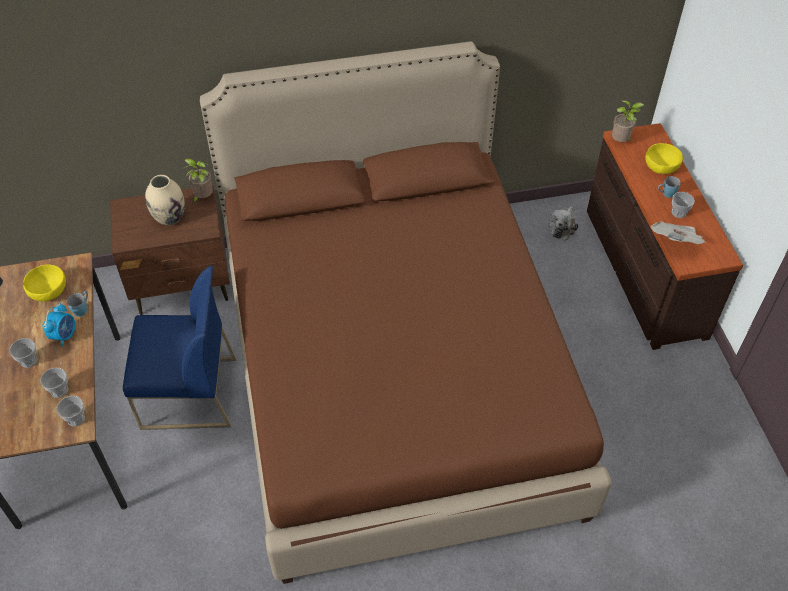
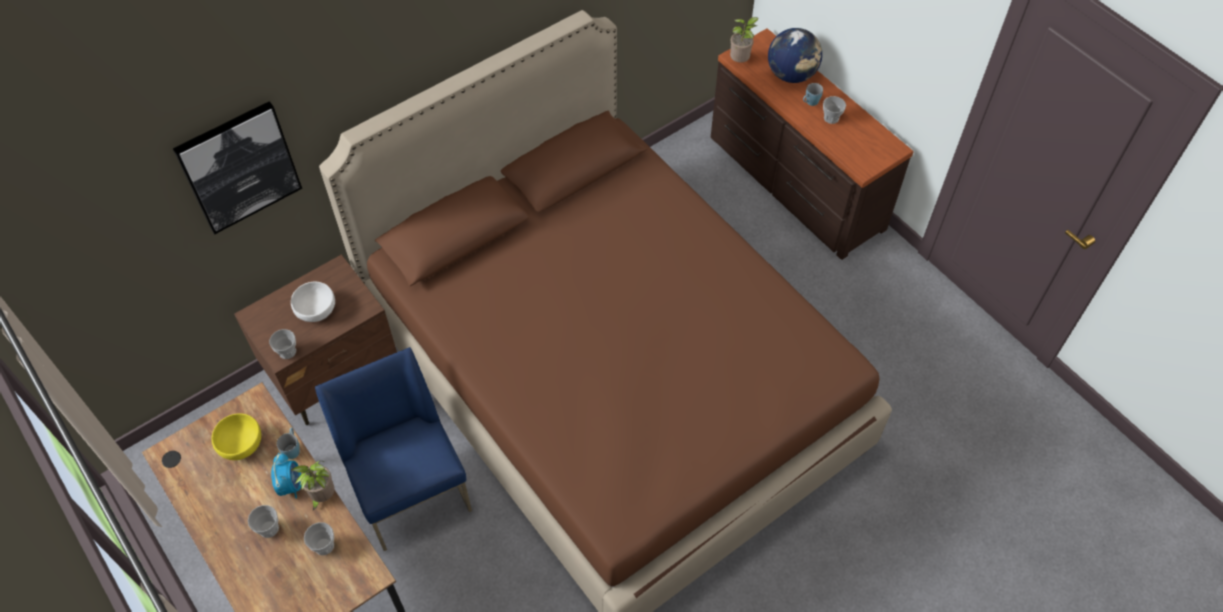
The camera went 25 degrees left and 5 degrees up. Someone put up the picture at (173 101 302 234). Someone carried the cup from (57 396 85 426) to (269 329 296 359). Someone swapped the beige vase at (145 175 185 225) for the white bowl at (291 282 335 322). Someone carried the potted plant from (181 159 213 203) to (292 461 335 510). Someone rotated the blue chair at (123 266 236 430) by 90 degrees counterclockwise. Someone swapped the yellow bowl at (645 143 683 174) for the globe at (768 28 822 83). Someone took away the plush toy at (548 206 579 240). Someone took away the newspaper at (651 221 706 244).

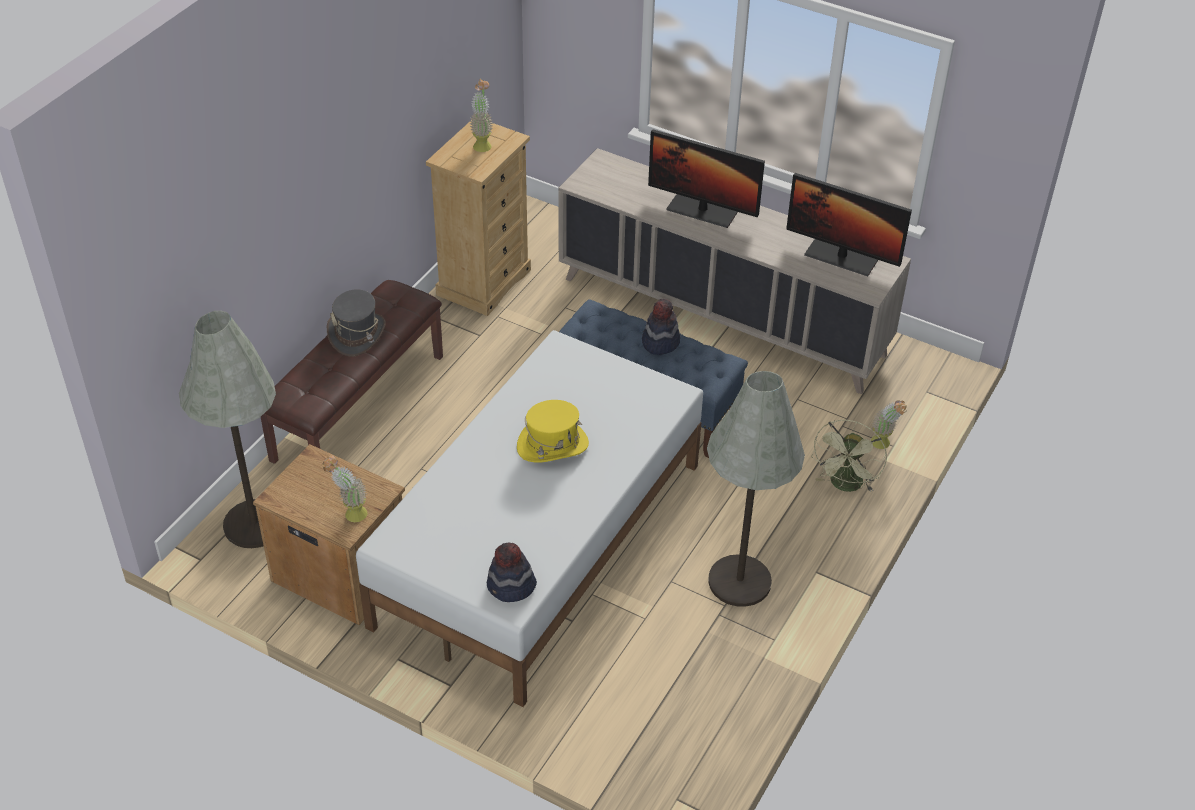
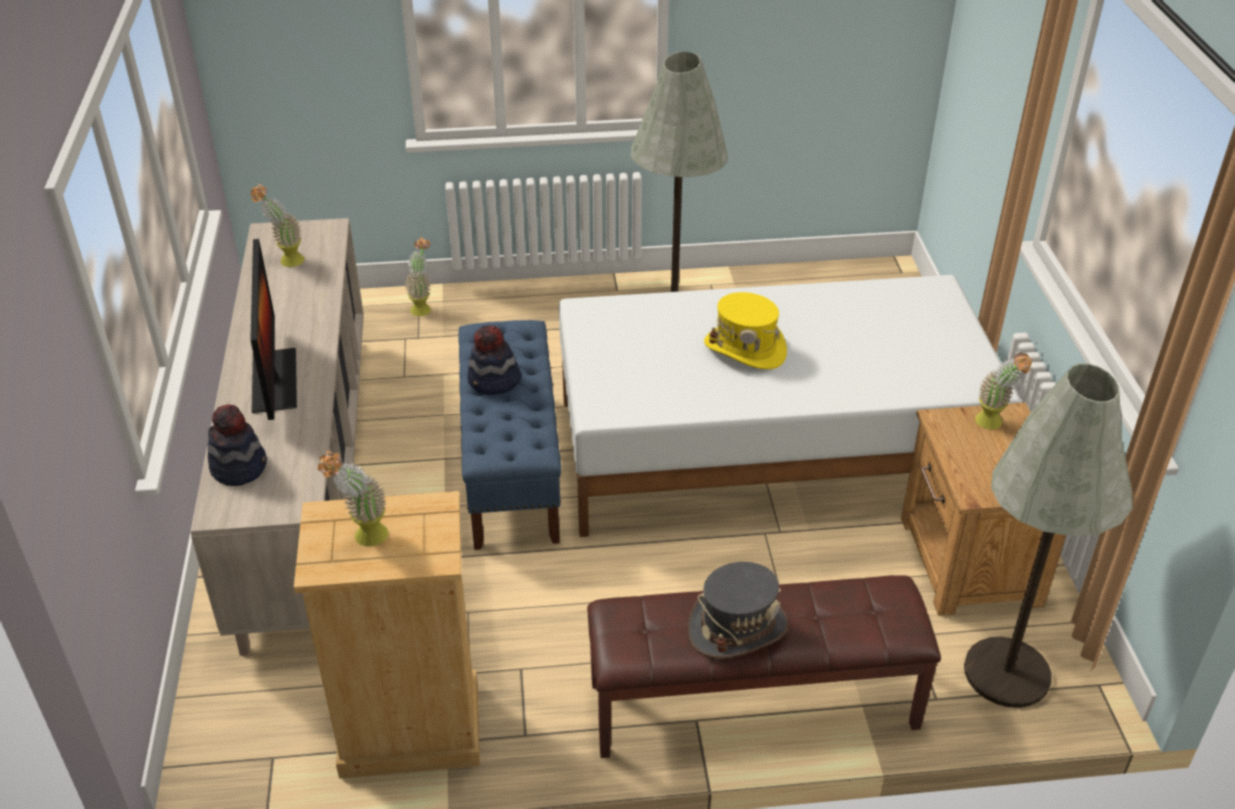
The camera went 125 degrees left and 5 degrees down. Someone carried the hat from (487 542 537 602) to (207 404 267 486). Someone swapped the monitor at (786 173 912 276) for the potted plant at (250 184 304 267). Someone took away the green fan at (811 420 887 492).

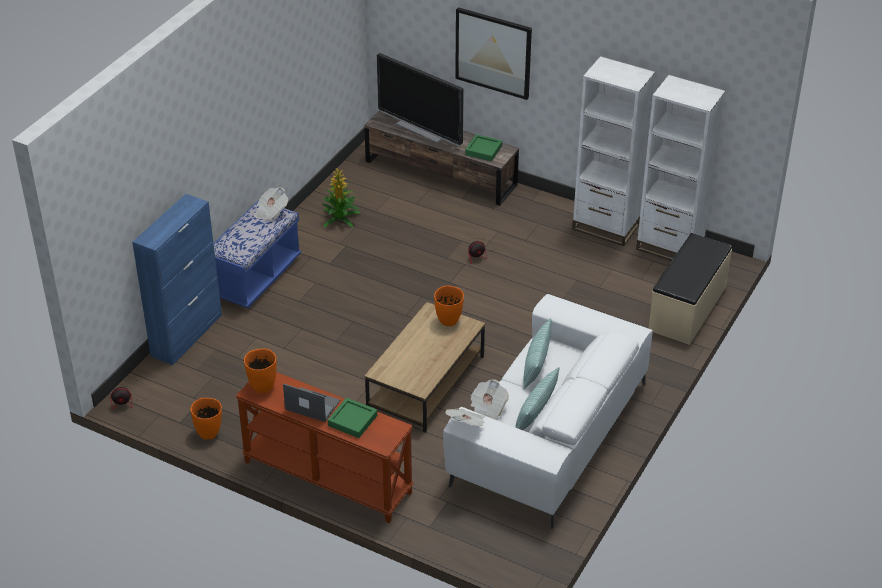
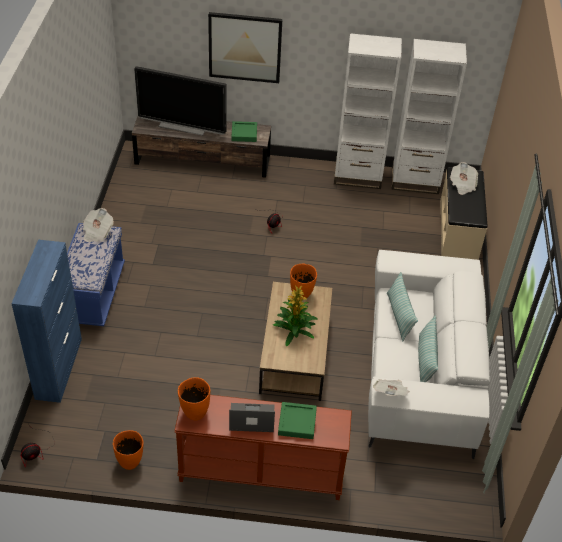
The camera went 25 degrees left and 5 degrees up. Someone carried the potted plant from (322 168 361 227) to (273 285 318 346). Someone carried the newspaper from (470 379 509 420) to (450 162 478 195).

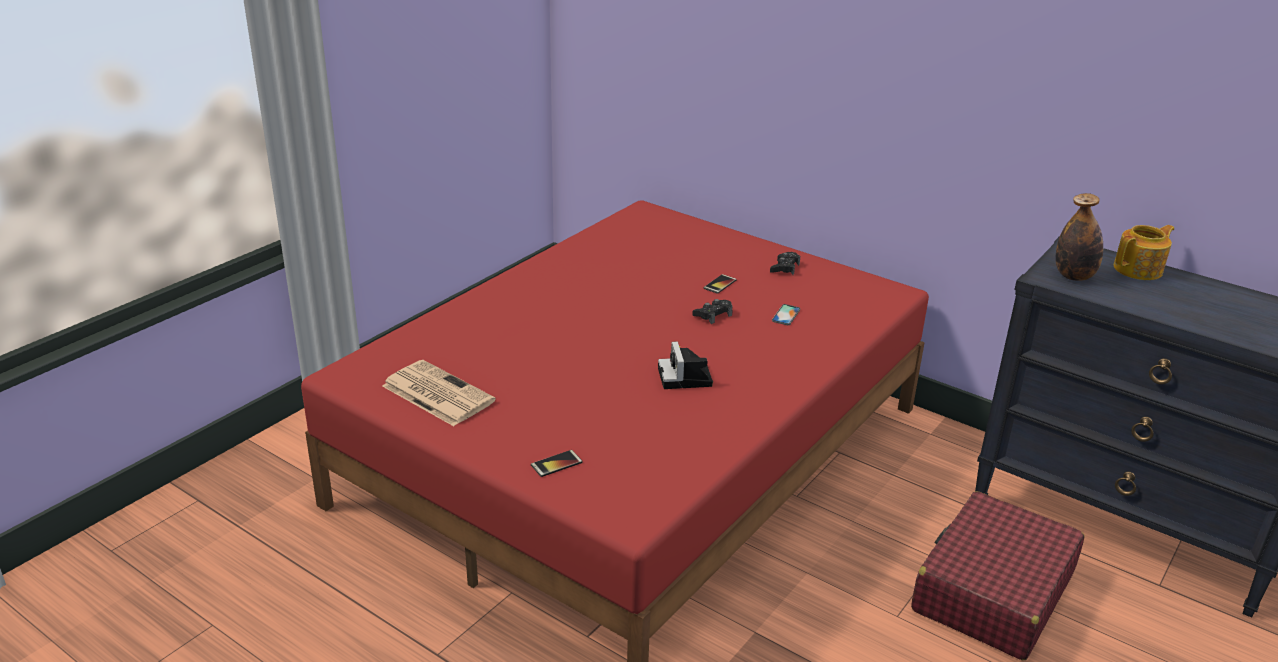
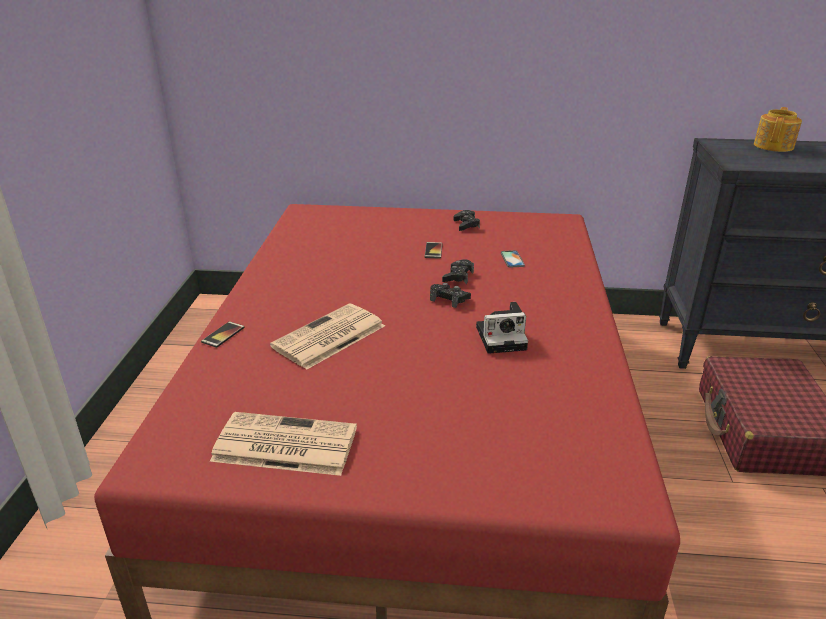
The camera went 30 degrees left and 0 degrees up. Someone carried the phone from (531 450 583 477) to (201 321 245 348). Someone put down the newspaper at (270 304 385 370). Someone put down the black game controller at (430 283 471 308). Someone rotated the photo camera at (658 341 713 389) by 60 degrees counterclockwise. Someone took away the bottle at (1056 193 1103 281).

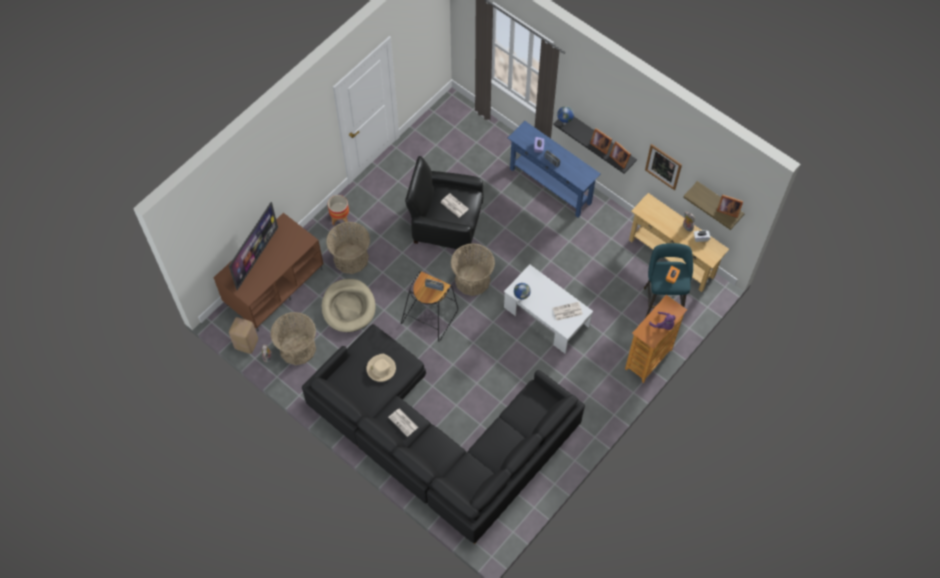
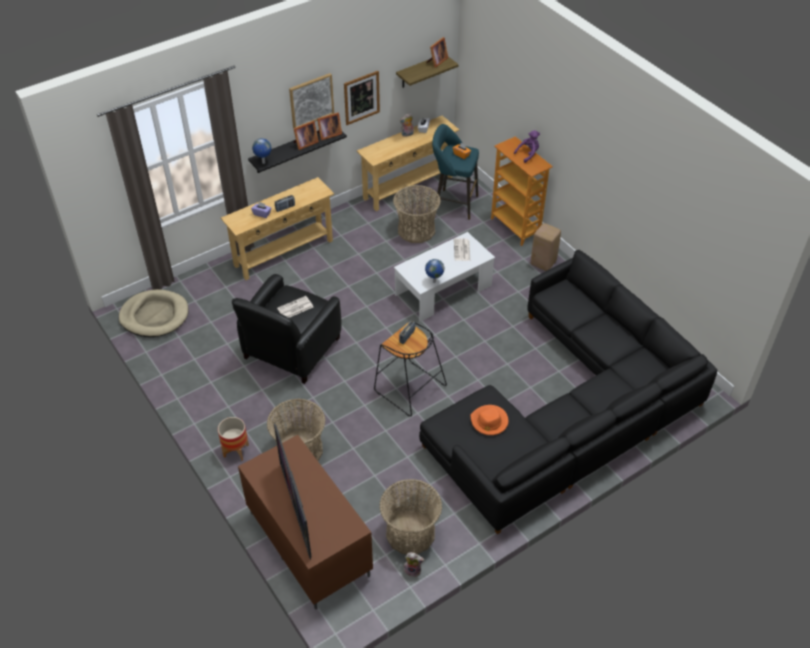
The camera went 75 degrees left and 15 degrees down. Someone carried the beige dog bed from (322 279 376 332) to (119 289 189 337). Someone repainted the blue console table at (508 121 601 217), which became the beige console table at (221 177 334 280). Someone rotated the television at (229 202 278 290) by 150 degrees counterclockwise. Someone put up the picture at (289 73 334 128). Someone carried the basket from (451 243 495 296) to (393 185 441 243). Someone repainted the beige hat at (366 354 396 382), which became the orange hat at (470 405 508 435). Someone carried the beige stool from (229 317 258 354) to (531 223 561 271). Someone took away the newspaper at (388 408 418 437).

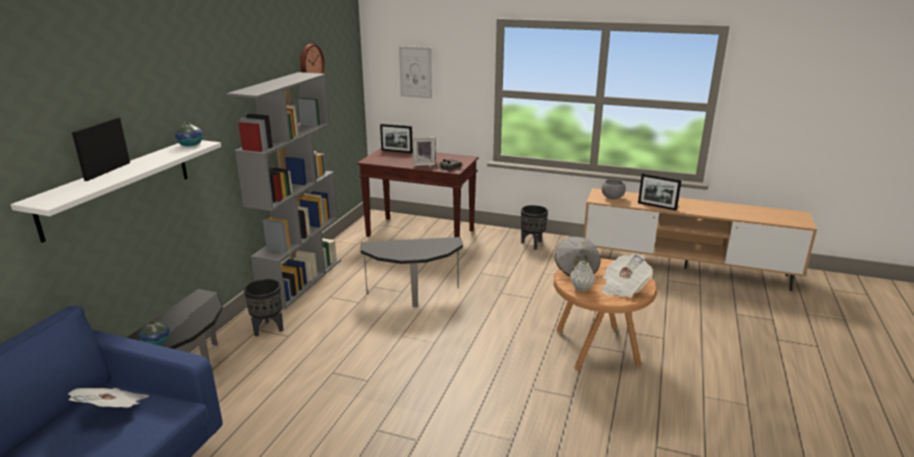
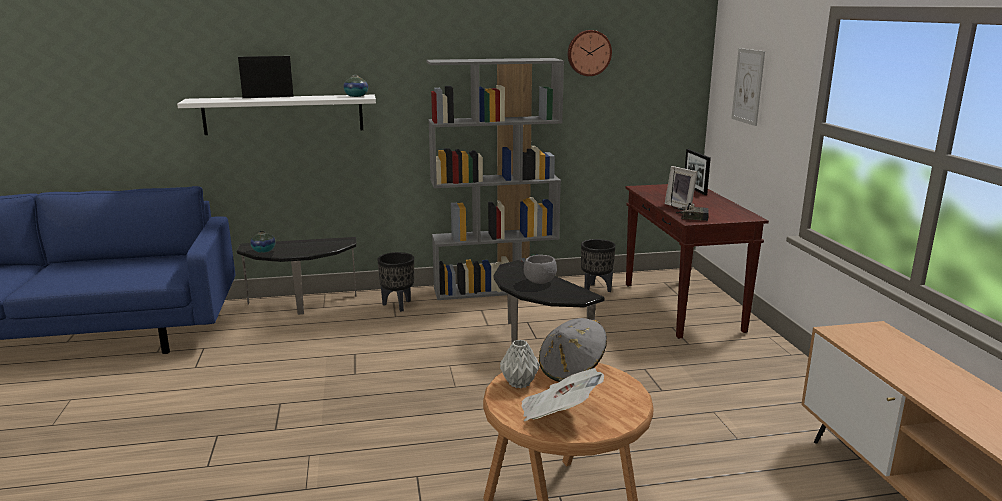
The camera went 60 degrees right and 5 degrees down. Someone carried the grey bowl from (602 179 626 199) to (524 255 557 284). Someone carried the black planter from (521 205 548 250) to (581 239 616 292). Someone took away the newspaper at (68 388 149 408). Someone took away the picture frame at (638 173 682 211).

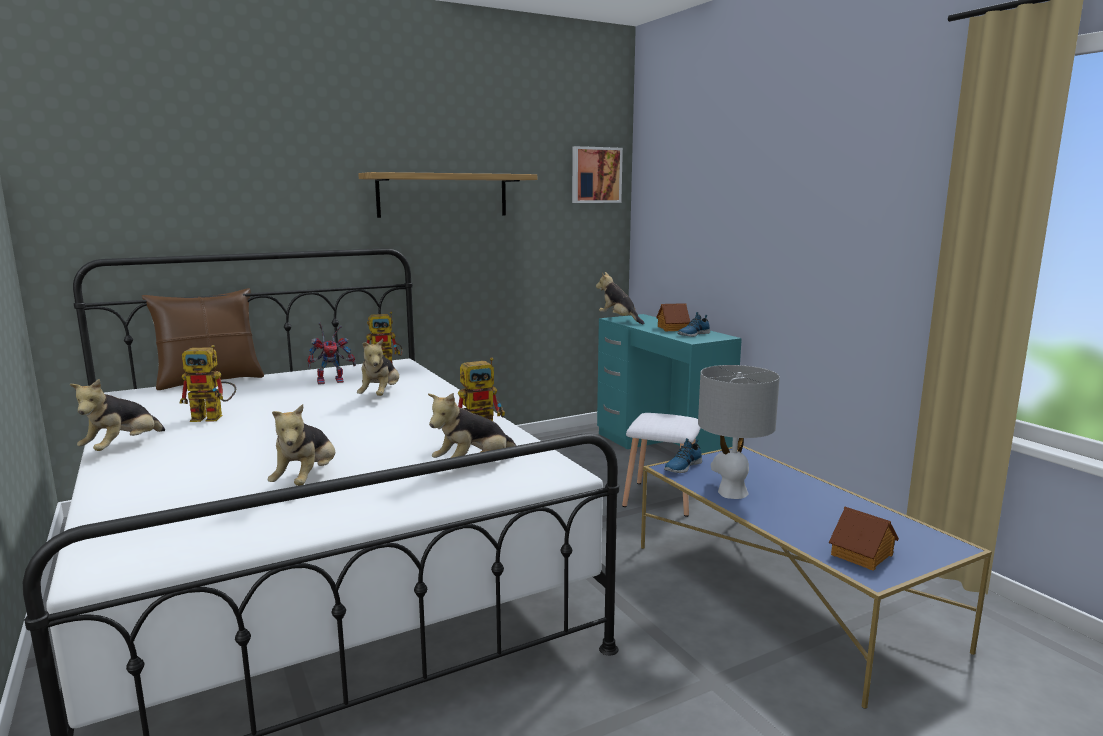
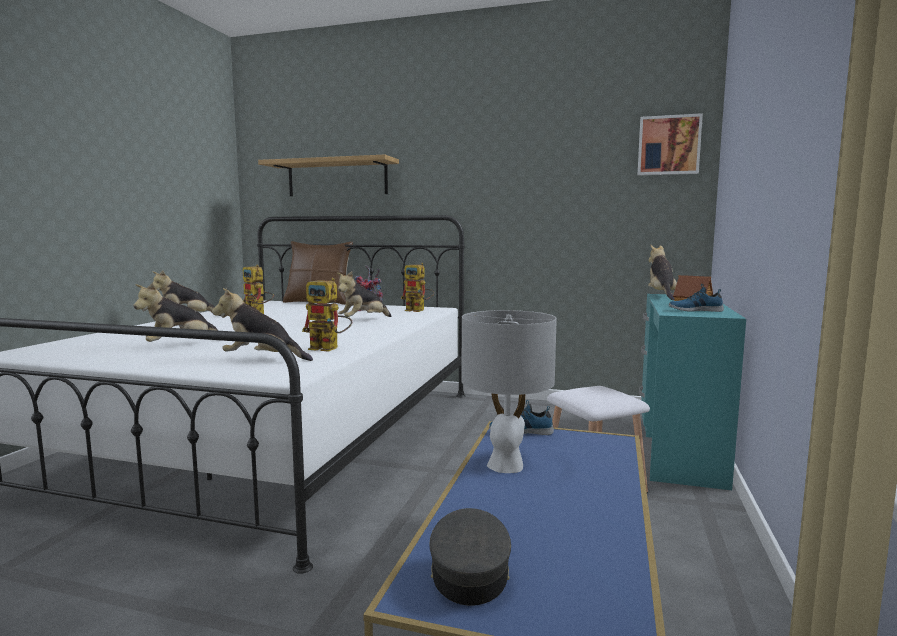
The camera went 45 degrees right and 5 degrees down. Someone carried the shelf from (358 172 537 218) to (258 155 399 196). Someone swapped the toy house at (829 506 899 571) for the grey cap at (429 508 511 606).

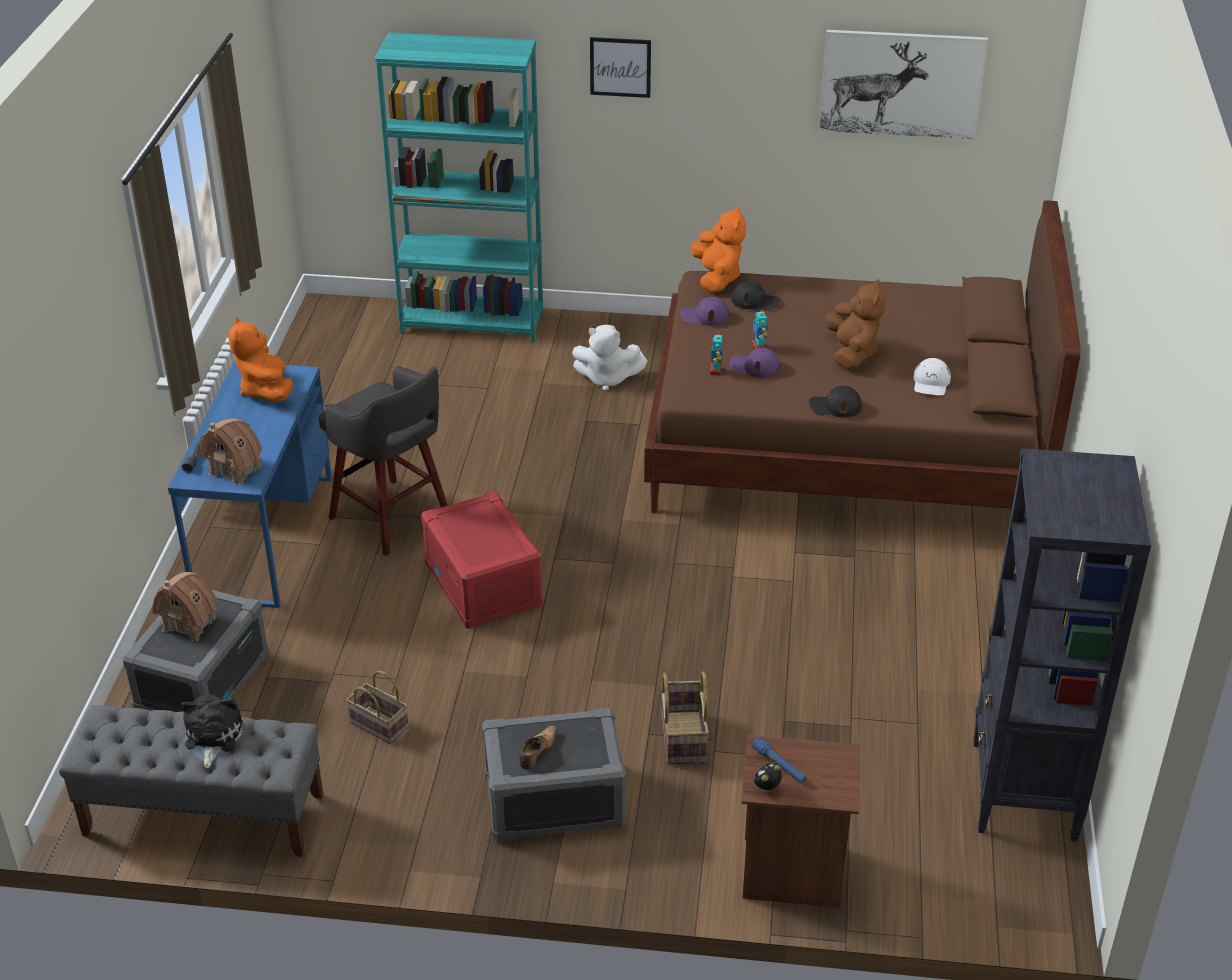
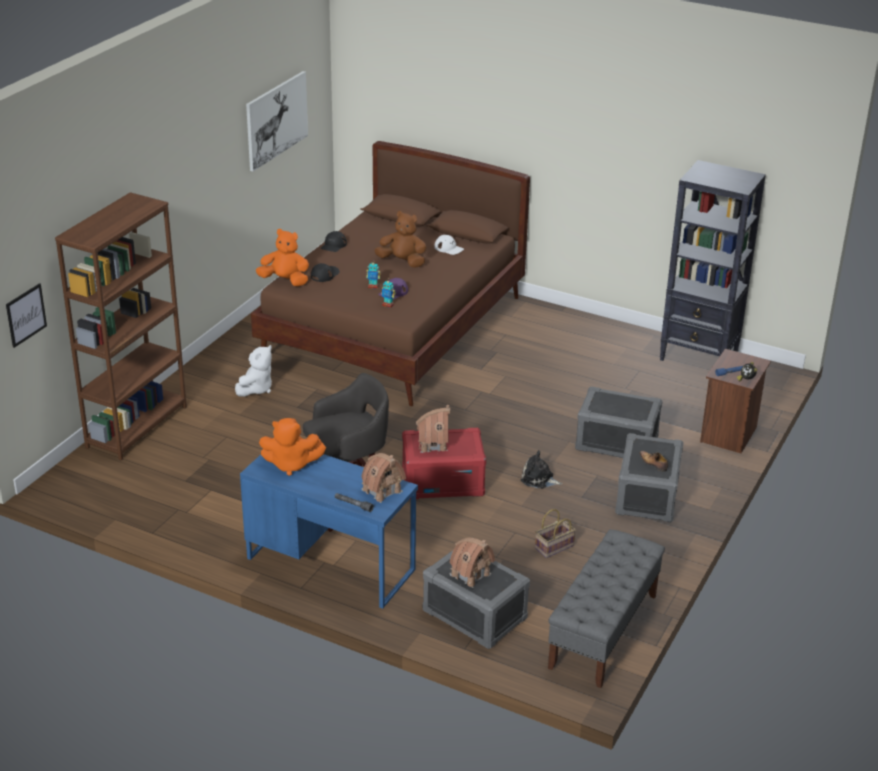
The camera went 70 degrees left and 5 degrees down. Someone carried the picture from (590 37 651 98) to (6 283 47 348). Someone repainted the turquoise bookcase at (375 33 543 343), which became the brown bookcase at (55 192 187 461). Someone carried the black cap from (809 386 862 418) to (321 231 347 252). Someone put down the toy house at (416 405 451 453). Someone carried the plush toy from (181 694 243 768) to (521 450 562 489). Someone swapped the basket at (661 671 709 764) for the grey storage box at (575 386 662 458). Someone took away the purple cap at (680 297 730 326).

